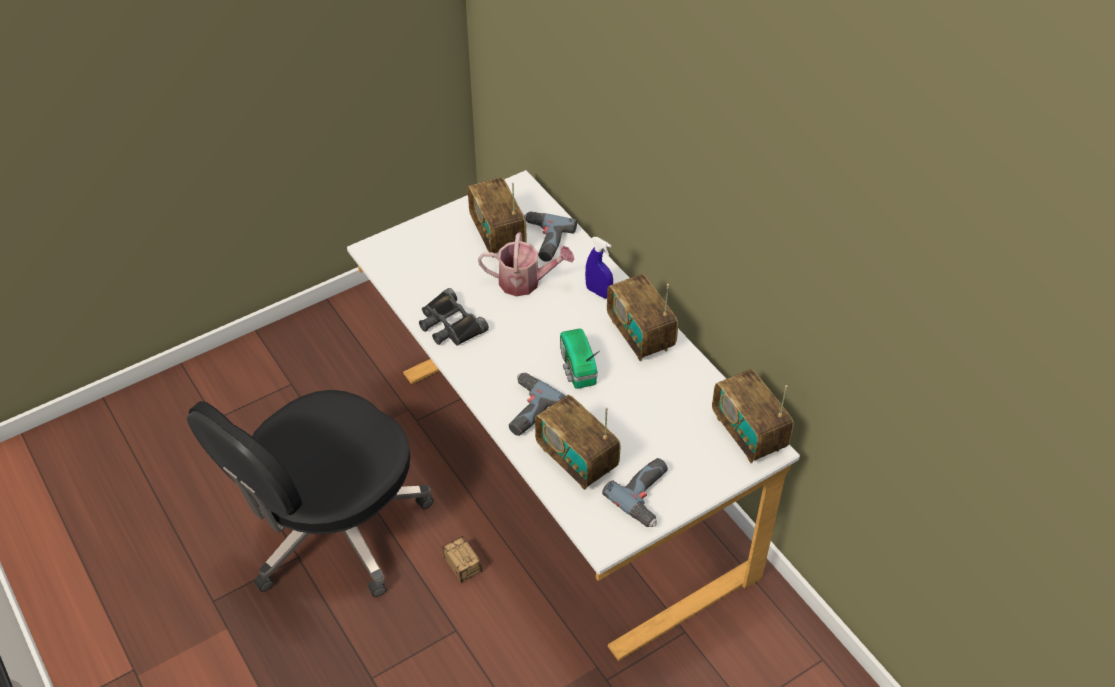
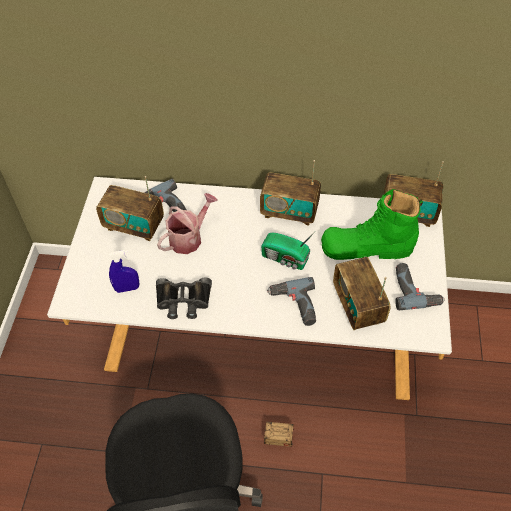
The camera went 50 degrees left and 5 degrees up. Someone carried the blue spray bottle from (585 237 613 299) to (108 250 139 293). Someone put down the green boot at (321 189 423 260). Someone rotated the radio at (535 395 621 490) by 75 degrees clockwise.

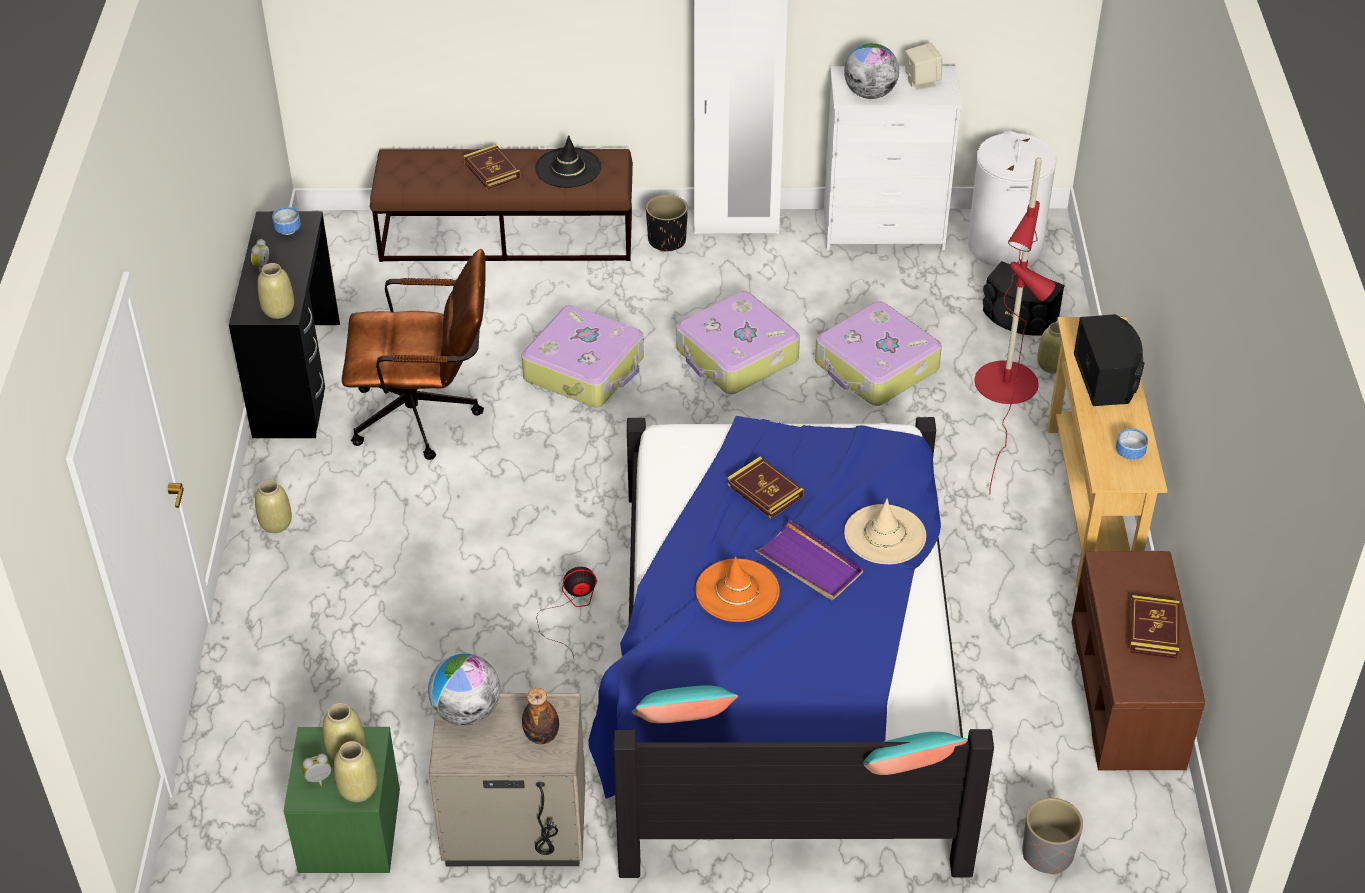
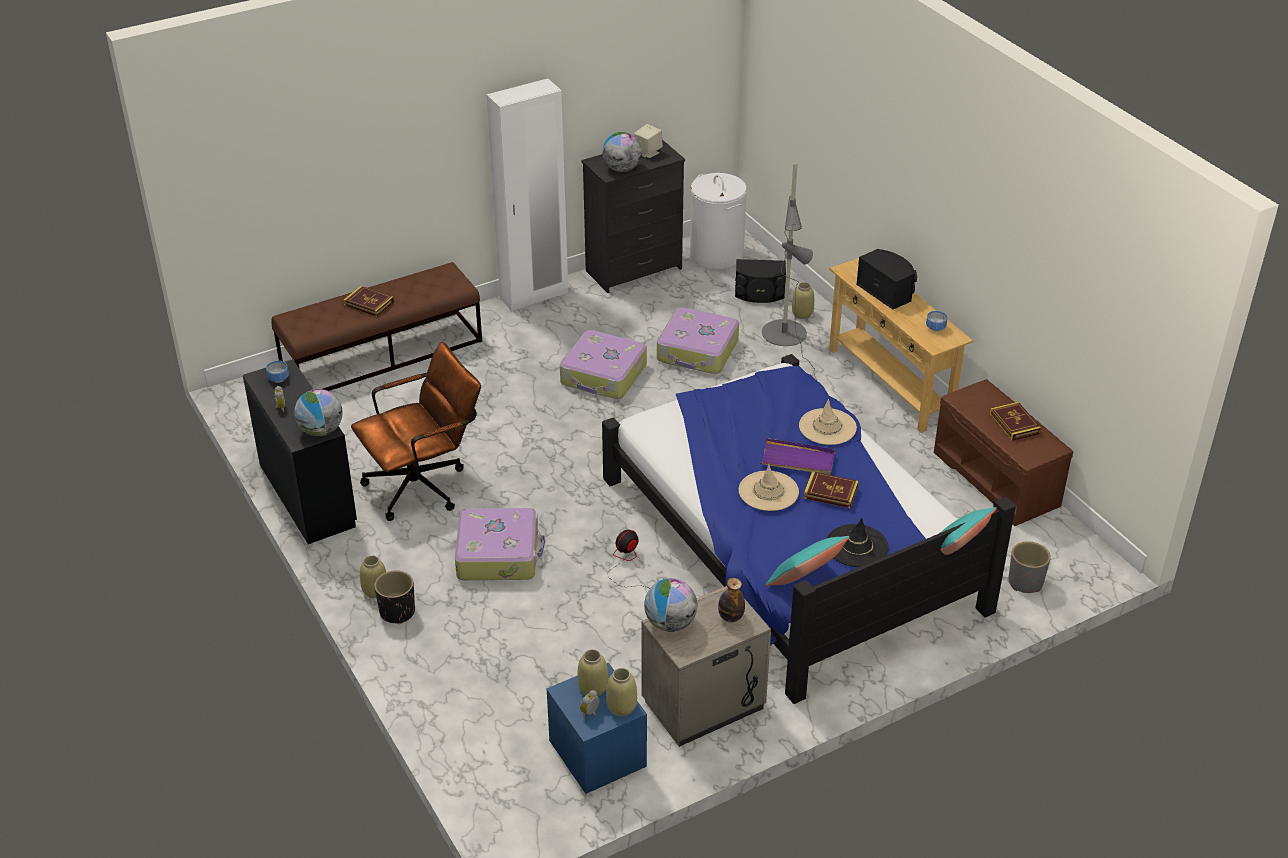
The camera went 30 degrees left and 5 degrees down. Someone swapped the beige vase at (257 263 294 319) for the globe at (294 389 342 436). Someone carried the black planter from (646 195 688 252) to (374 570 415 624). Someone carried the suitcase from (521 305 644 407) to (455 508 545 580). Someone repainted the green nightstand at (283 727 400 873), which became the blue nightstand at (546 663 647 794). Someone repainted the white dresser at (824 66 962 250), which became the black dresser at (581 140 685 293). Someone repainted the orange hat at (696 556 780 622), which became the beige hat at (739 465 799 511). Someone repainted the red floor lamp at (975 157 1055 489), which became the grey floor lamp at (762 162 817 380). Someone carried the book from (727 457 804 518) to (804 471 858 508). Someone carried the black hat from (535 135 601 188) to (826 518 889 567).

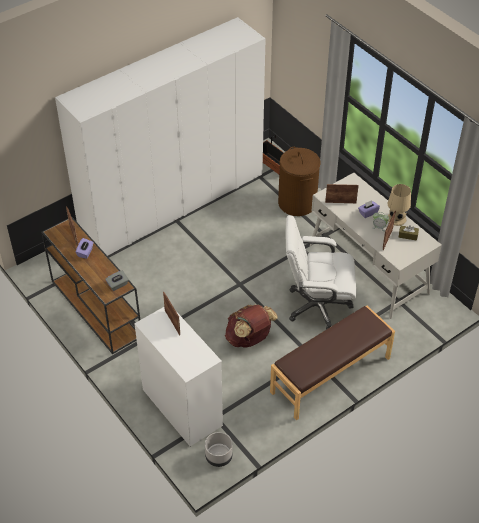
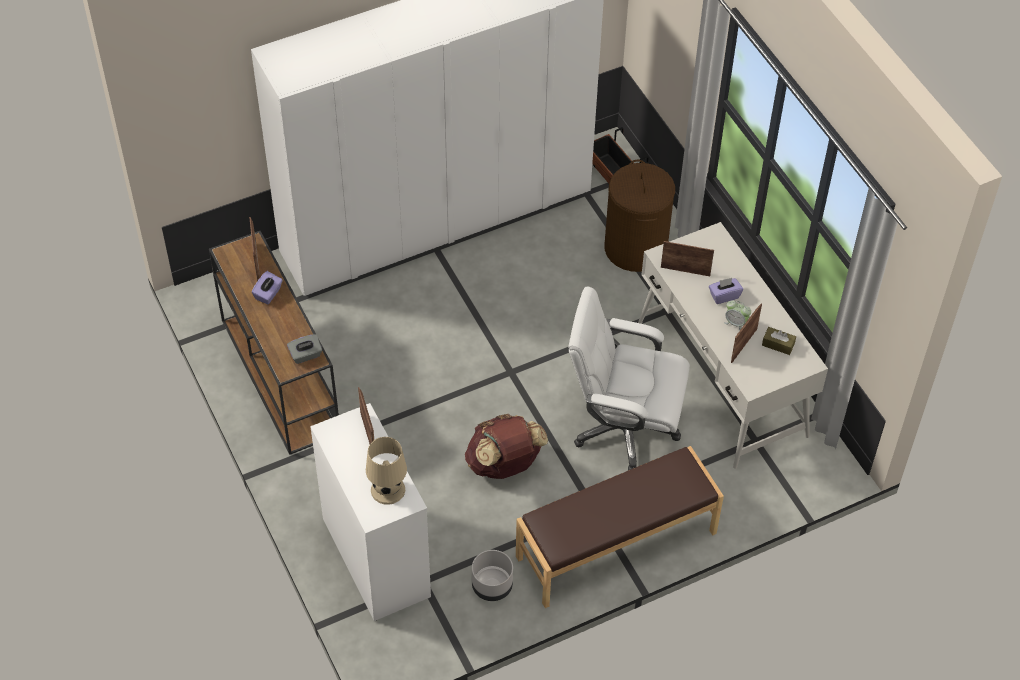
The camera went 10 degrees right and 5 degrees up. Someone carried the beige table lamp from (388 184 411 226) to (366 437 407 505). Someone carried the grey planter from (205 432 233 467) to (472 550 513 601).

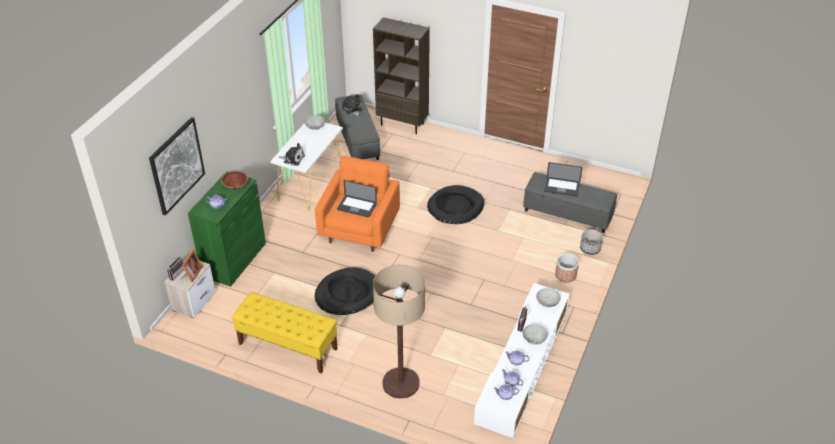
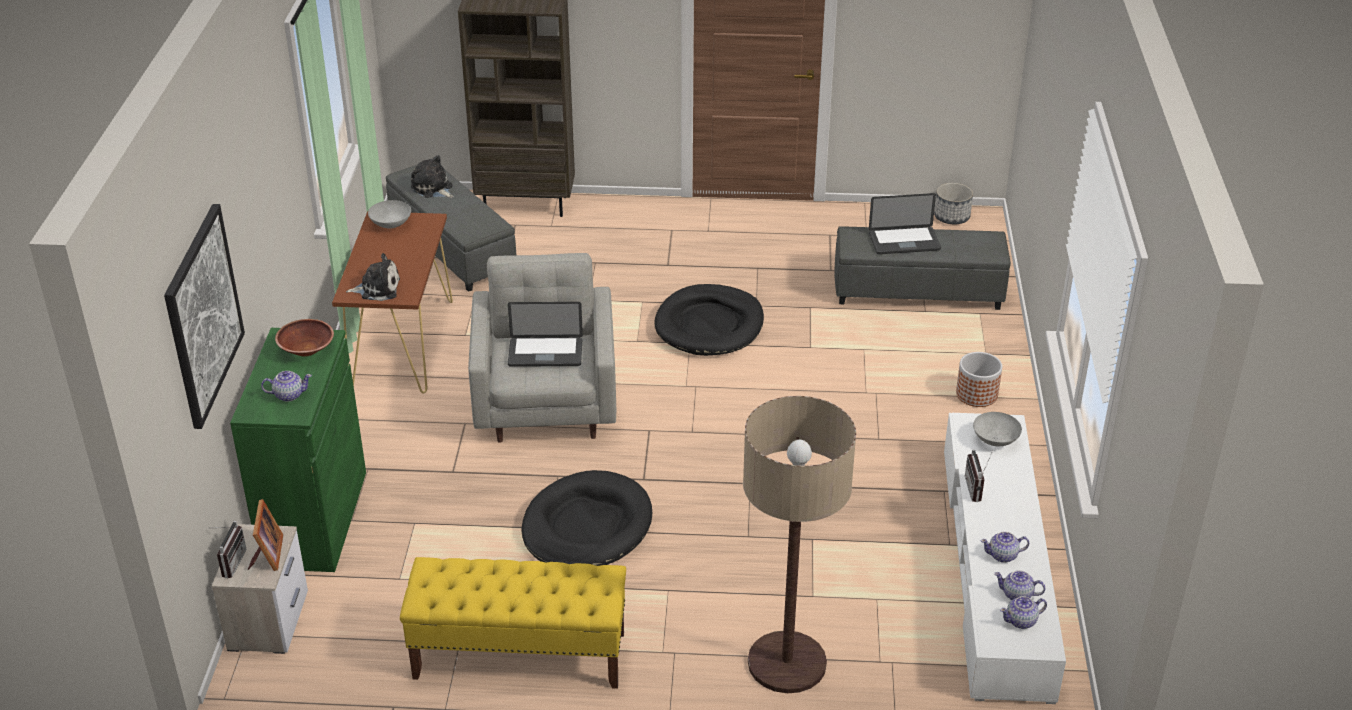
The camera went 20 degrees left and 5 degrees down. Someone repainted the white console table at (270 123 343 211), which became the brown console table at (332 211 453 394). Someone repainted the orange armchair at (315 156 400 252), which became the grey armchair at (468 253 616 443). Someone carried the planter from (580 229 603 255) to (934 183 973 224). Someone took away the grey bowl at (523 324 548 344).

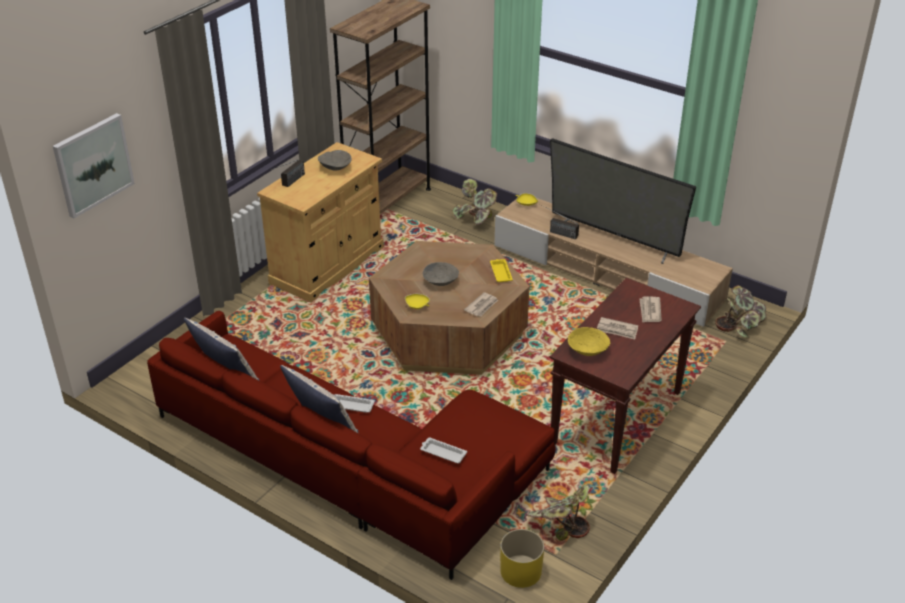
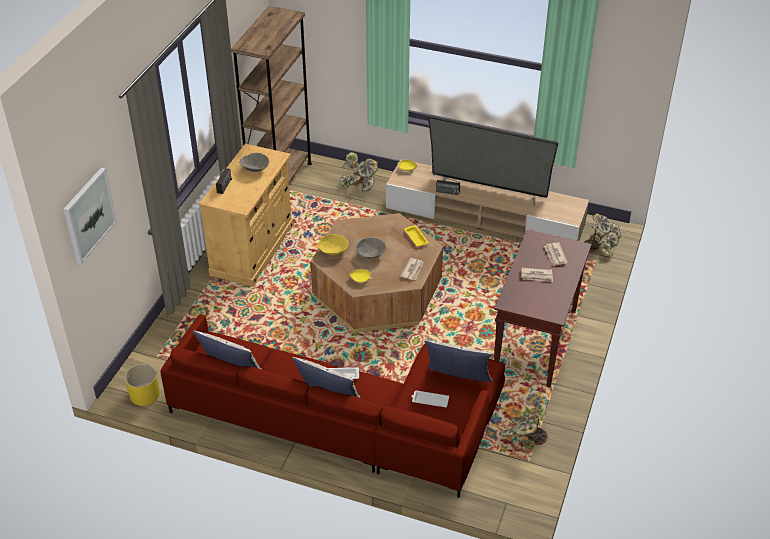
The camera went 15 degrees left and 5 degrees up. Someone carried the yellow planter from (500 529 544 588) to (125 364 160 406). Someone carried the yellow bowl from (568 327 610 356) to (318 234 349 255). Someone put down the pillow at (424 340 493 382).

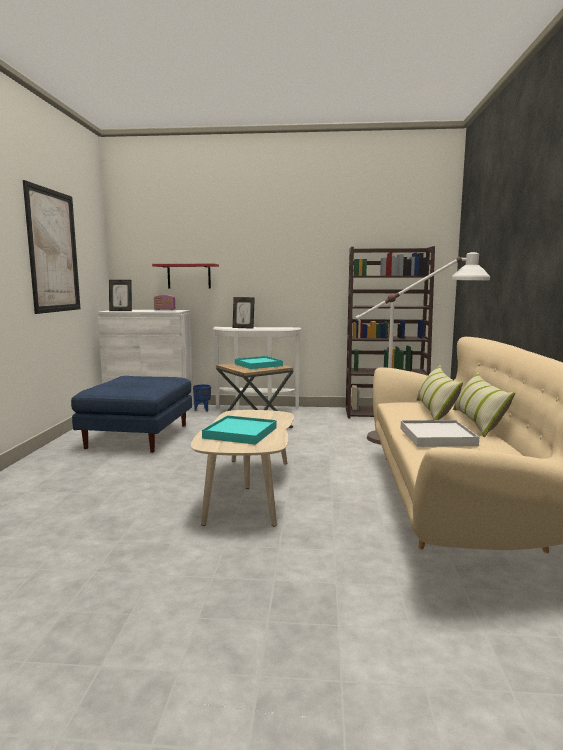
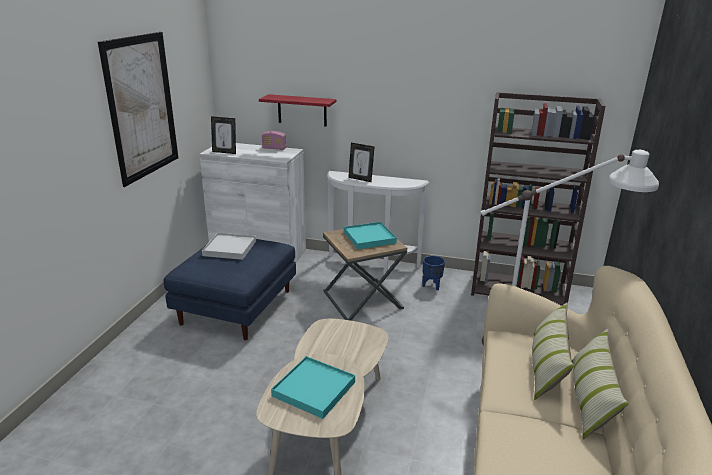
The camera went 10 degrees right and 15 degrees up. Someone carried the white tray from (400 420 479 447) to (202 233 256 260). Someone carried the blue planter from (193 384 211 412) to (422 256 445 291).

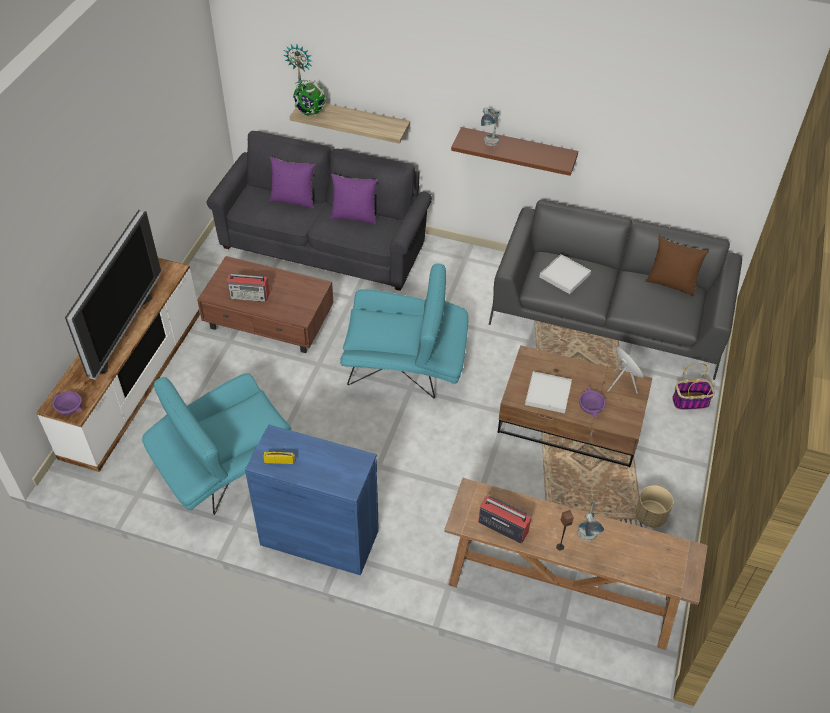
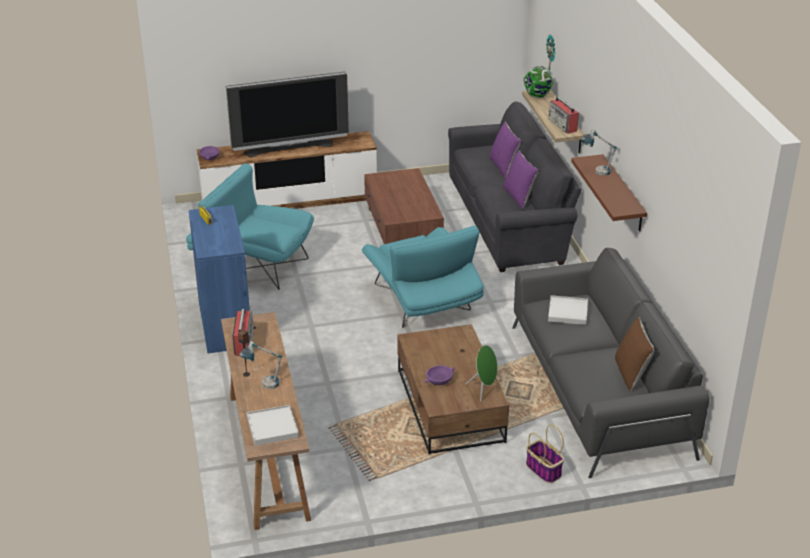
The camera went 60 degrees right and 15 degrees down. Someone carried the white tray from (525 371 572 413) to (246 405 299 446). Someone carried the radio from (227 274 270 302) to (549 97 579 134). Someone took away the beige planter at (635 485 673 528).

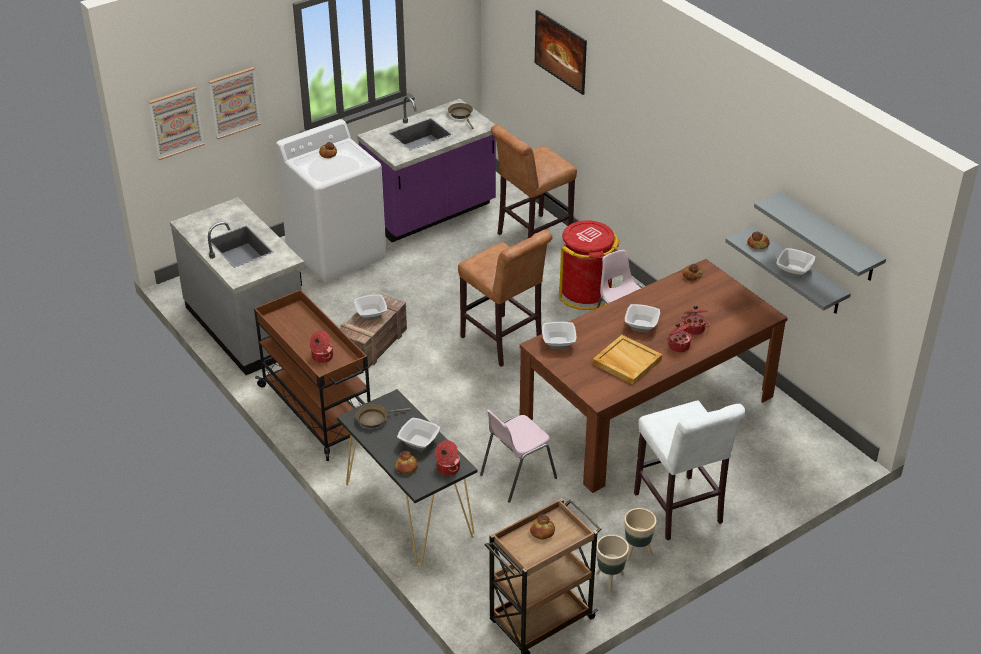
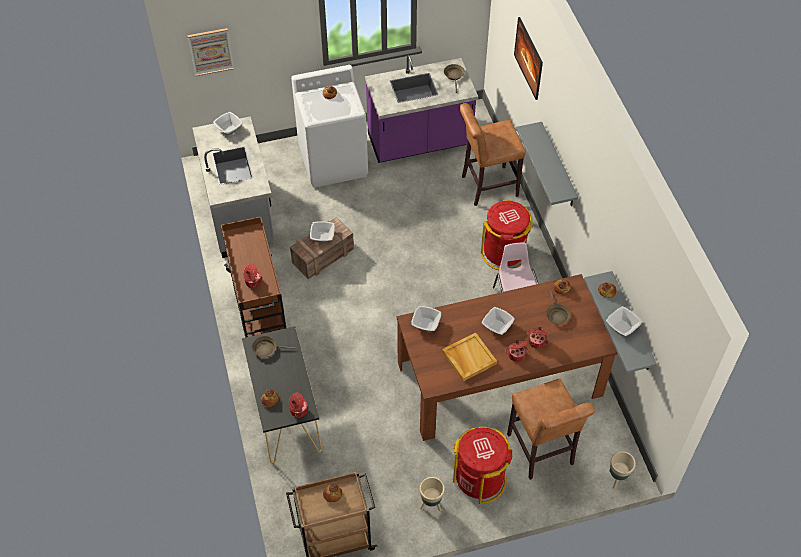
The camera went 20 degrees right and 15 degrees up. Someone carried the bowl from (397 418 440 451) to (213 112 243 135). Someone swapped the white stool at (634 401 746 540) for the red trash can at (453 427 513 504). Someone carried the brown stool from (458 230 552 367) to (507 379 595 480). Someone carried the grey shelf from (754 191 886 281) to (516 122 578 206). Someone put down the brown frying pan at (546 291 571 325). Someone carried the beige planter from (596 535 629 592) to (609 451 636 489). Someone took away the picture at (209 67 261 139). Someone took away the pink chair at (480 409 557 503).

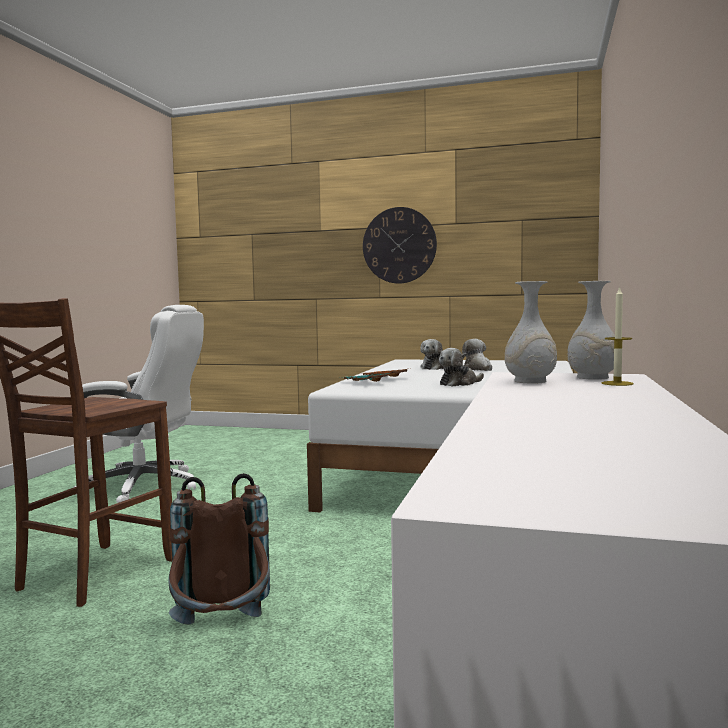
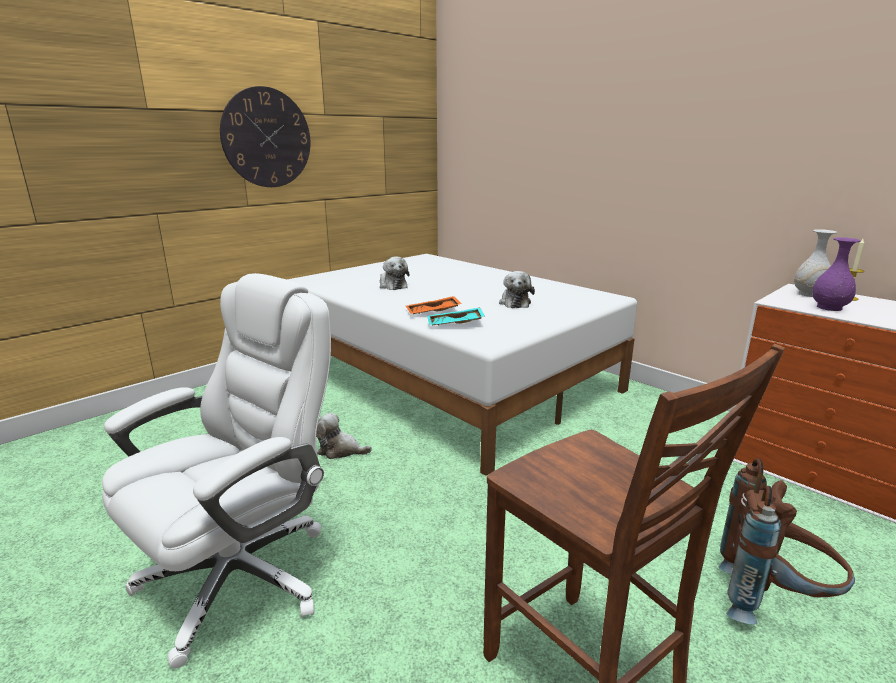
The camera went 60 degrees left and 15 degrees up. Someone carried the plush toy from (462 339 492 371) to (316 413 372 459). Someone repainted the white vase at (505 281 557 383), which became the purple vase at (812 237 861 311).

